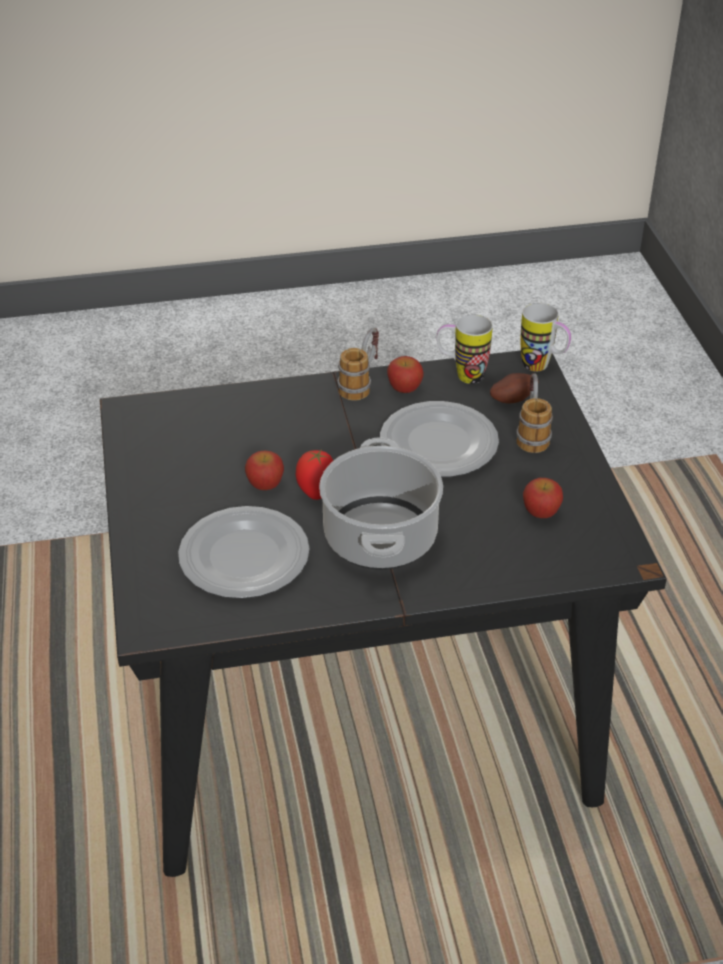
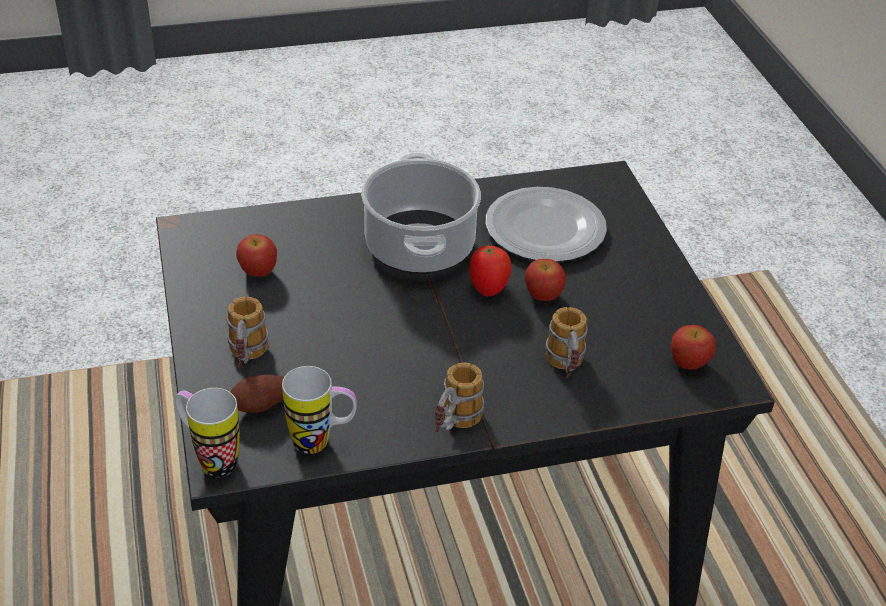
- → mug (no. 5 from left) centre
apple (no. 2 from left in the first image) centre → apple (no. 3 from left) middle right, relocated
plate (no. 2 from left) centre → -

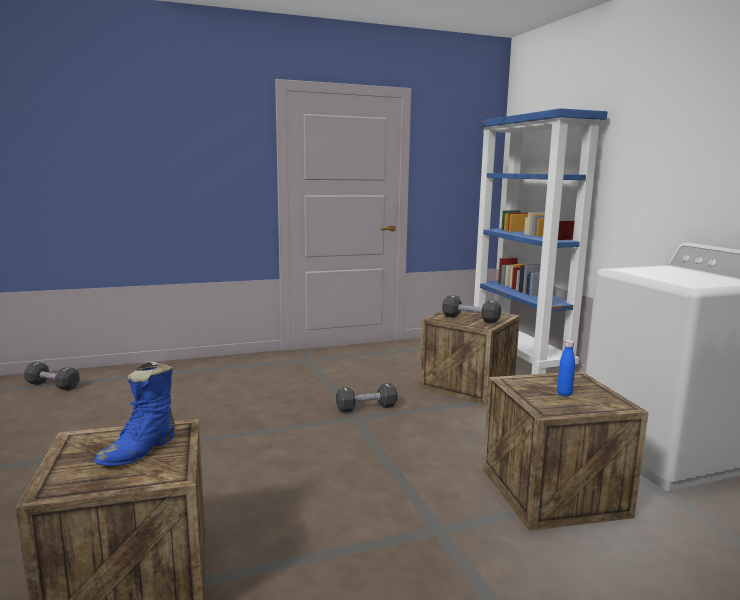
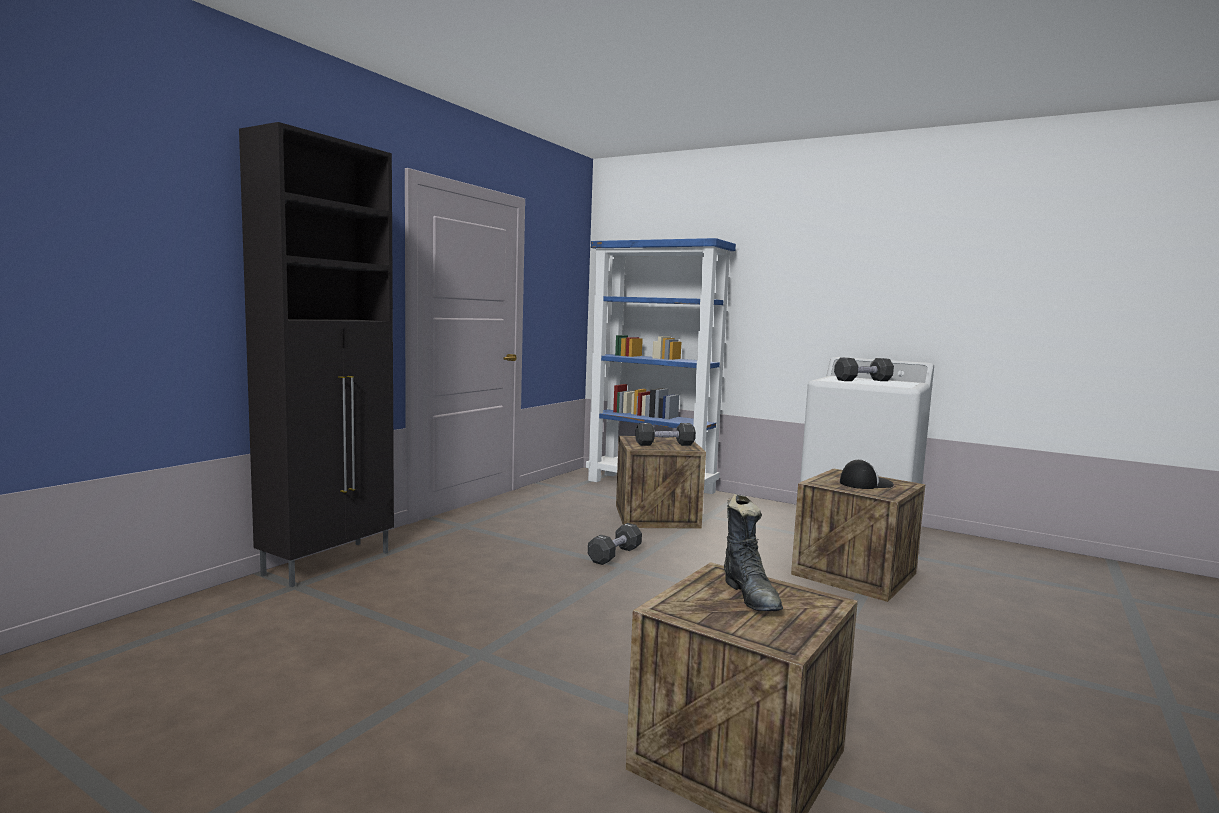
- → cabinet in black middle left
boot in blue bottom left → boot in black bottom centre
dumbbell in black (no. 1 from left in the first image) middle left → dumbbell in black (no. 3 from left) middle right, relocated
bottle in blue middle right → cap middle right

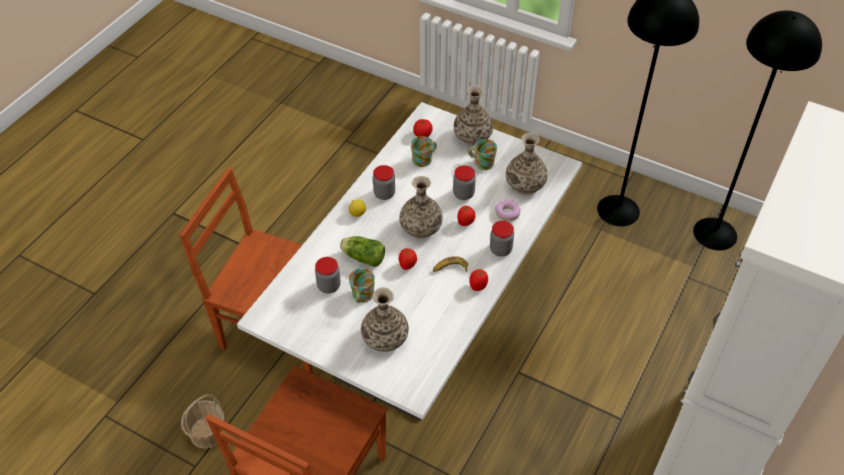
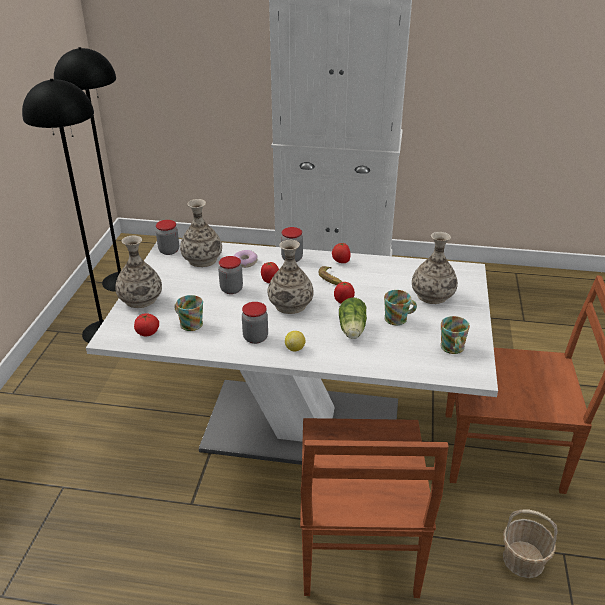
jar (no. 1 from left) centre → jar (no. 1 from left) middle left, relocated
mug (no. 3 from left) top centre → mug (no. 3 from left) middle right, relocated

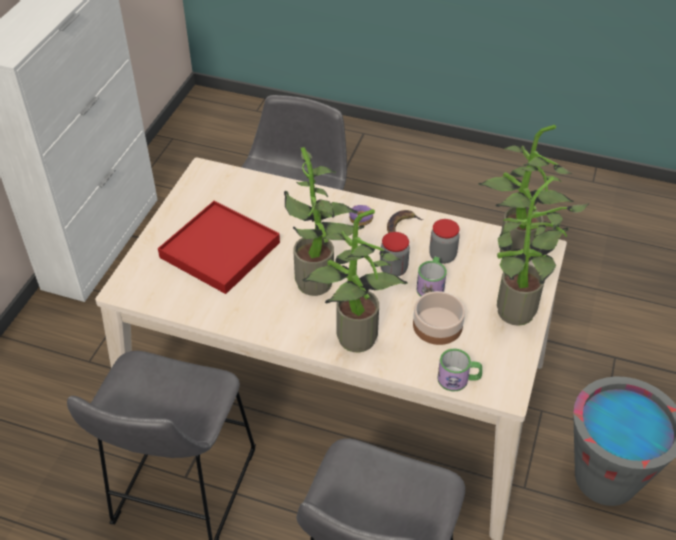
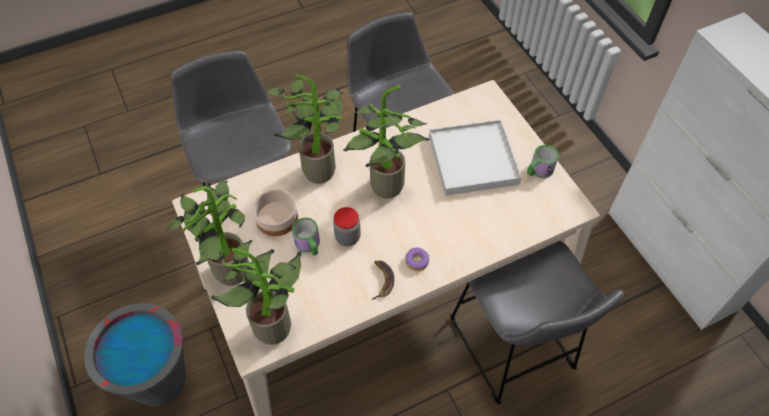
tray in red middle left → tray in white centre
mug (no. 2 from left) bottom right → mug (no. 2 from left) middle right, relocated
jar (no. 2 from left) centre → -

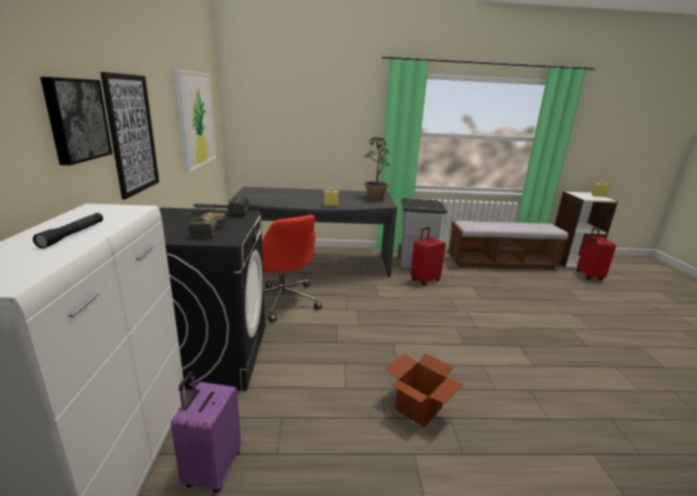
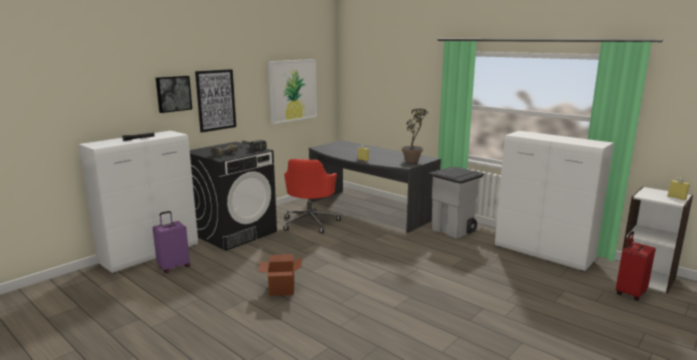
bench middle right → cabinet in white (no. 2 from left) middle right
suitcase in red (no. 1 from left) centre → -

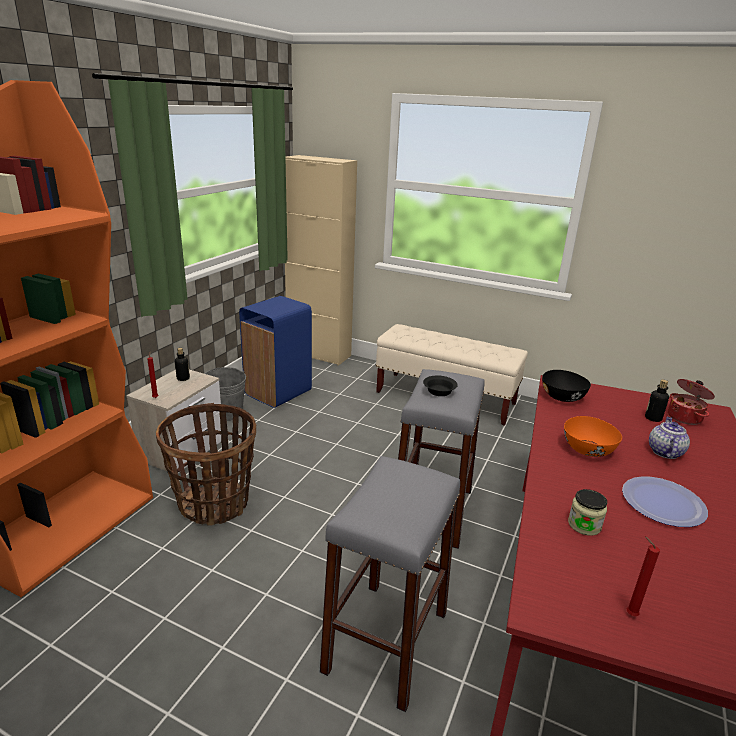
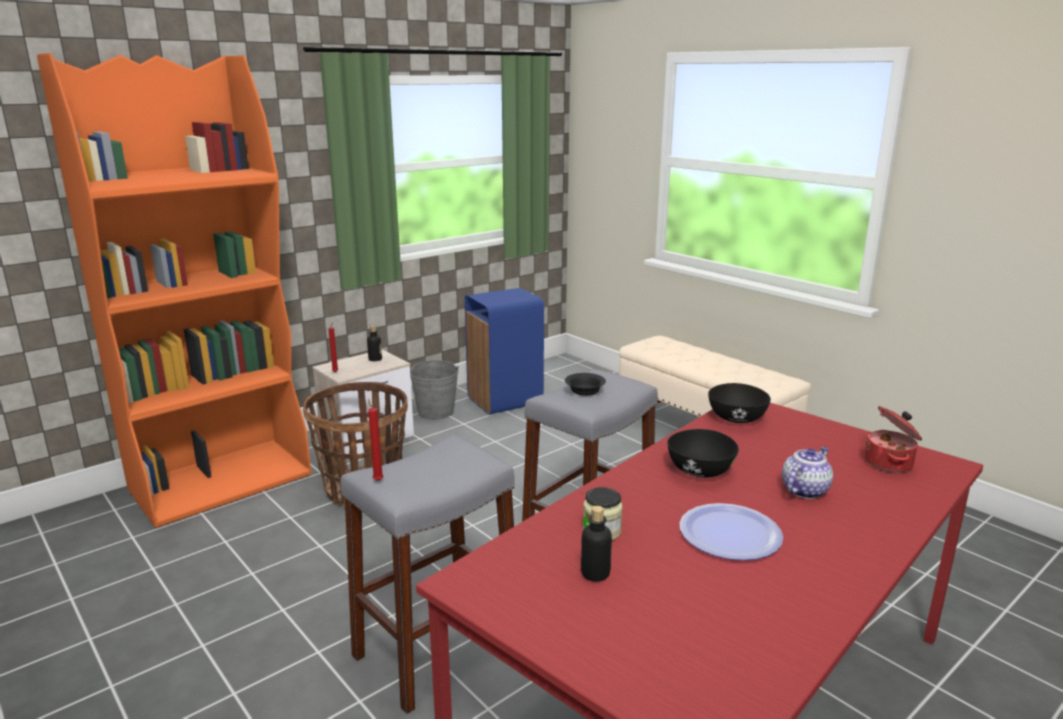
candle in red (no. 2 from left) bottom right → candle in red (no. 2 from left) centre, relocated
bottle (no. 2 from left) middle right → bottle (no. 2 from left) bottom centre, relocated
bowl in orange middle right → bowl in black (no. 2 from left) centre
cabinet in beige centre → -

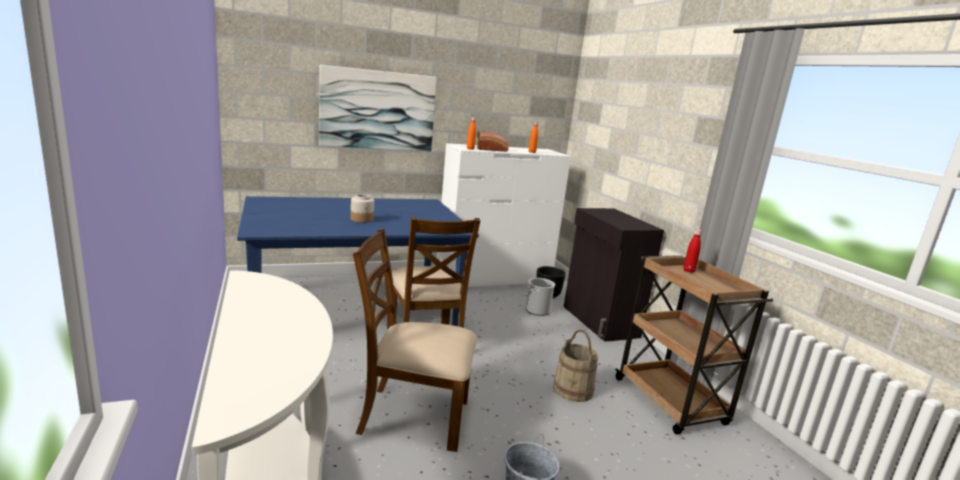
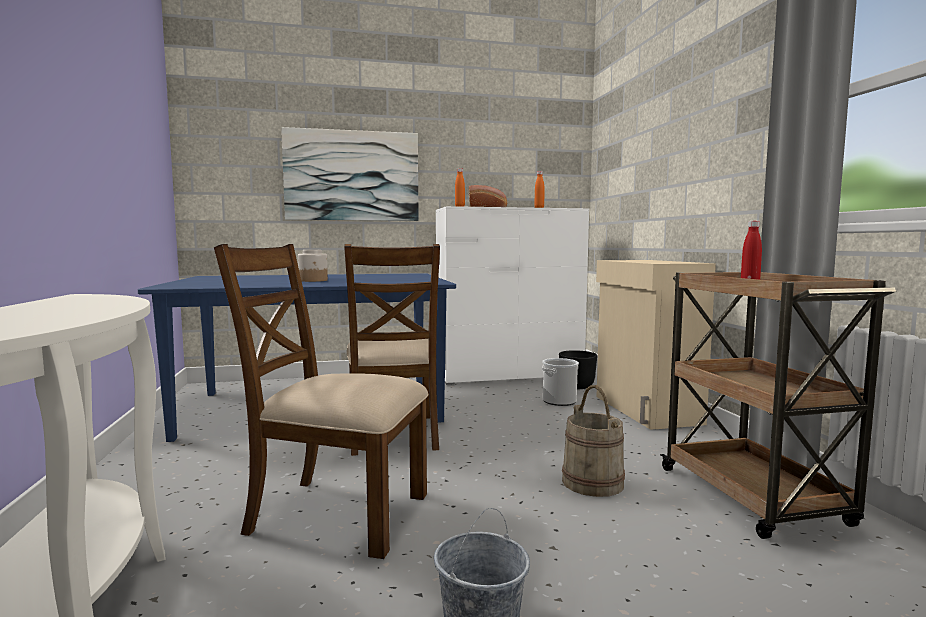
cabinet in black centre → cabinet in beige middle right

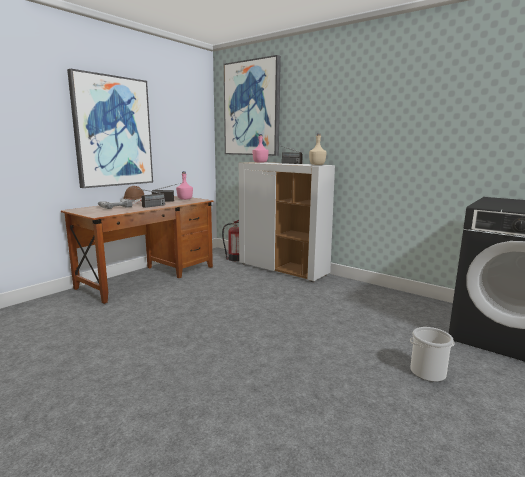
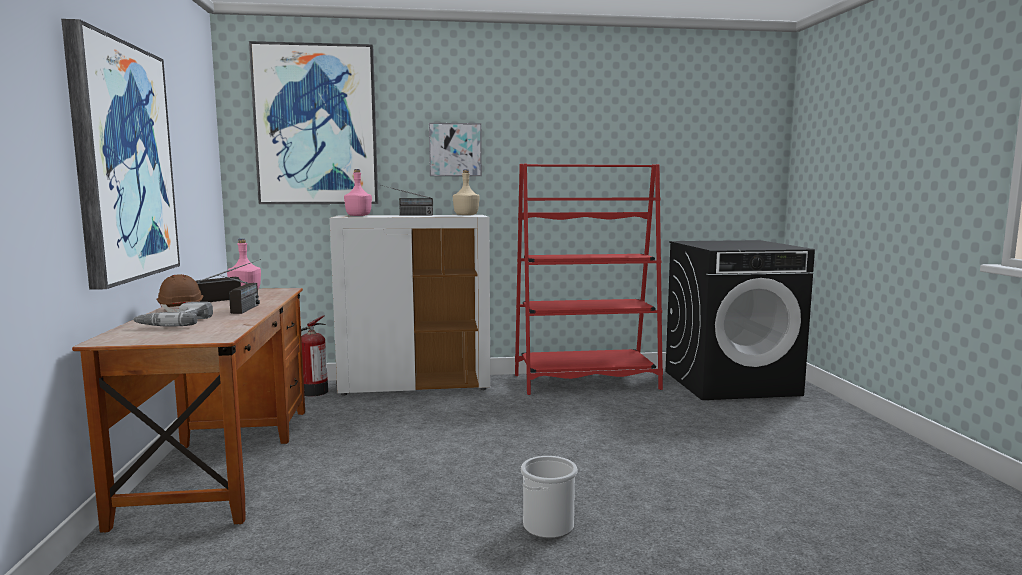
- → picture (no. 3 from left) top centre
- → bookcase in red centre
bucket bottom right → bucket bottom centre, relocated

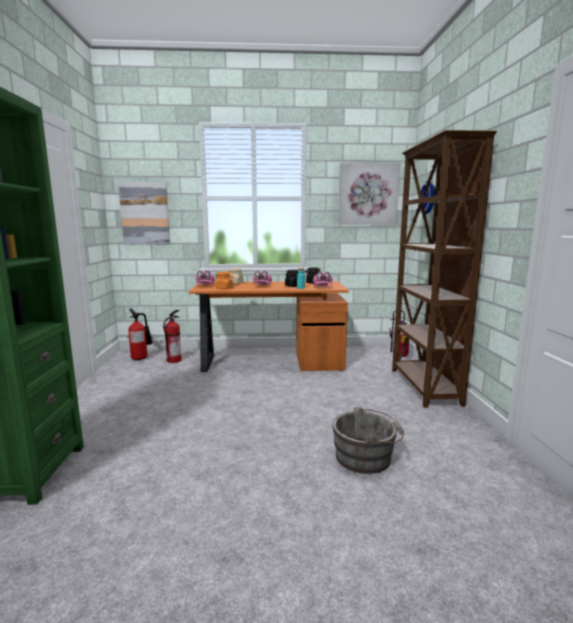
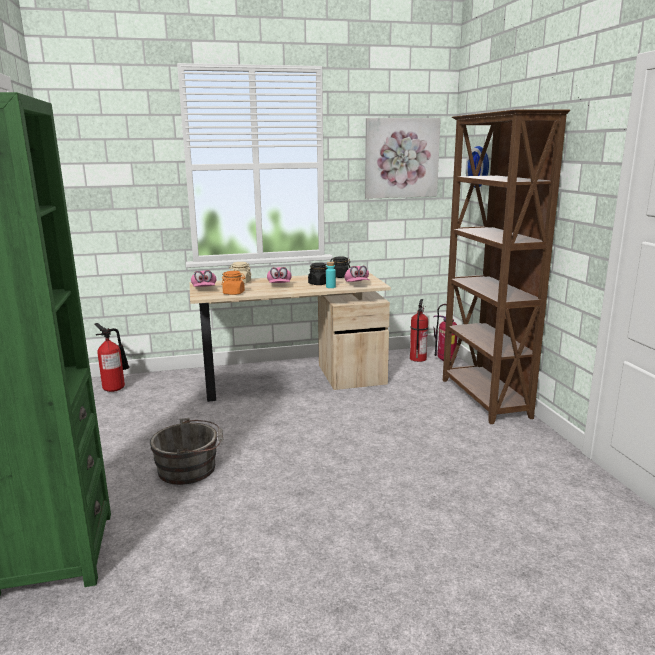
bucket in grey bottom centre → bucket in grey bottom left, relocated
desk in orange centre → desk in beige centre
fire extinguisher (no. 2 from left) middle left → fire extinguisher (no. 2 from left) centre, relocated
picture (no. 1 from left) middle left → -

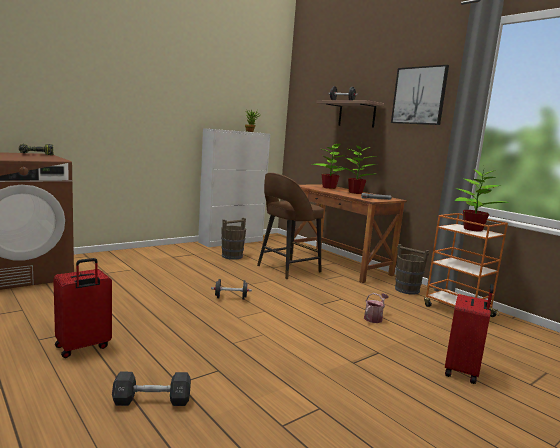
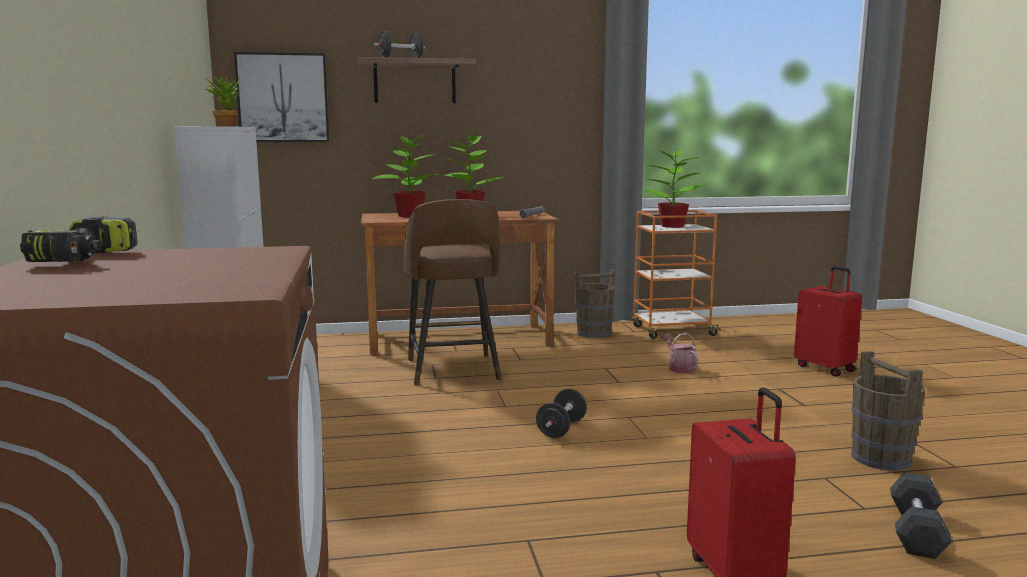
picture top right → picture top left, relocated
bucket in brown (no. 1 from left in the first image) centre → bucket in brown (no. 2 from left) bottom right, relocated

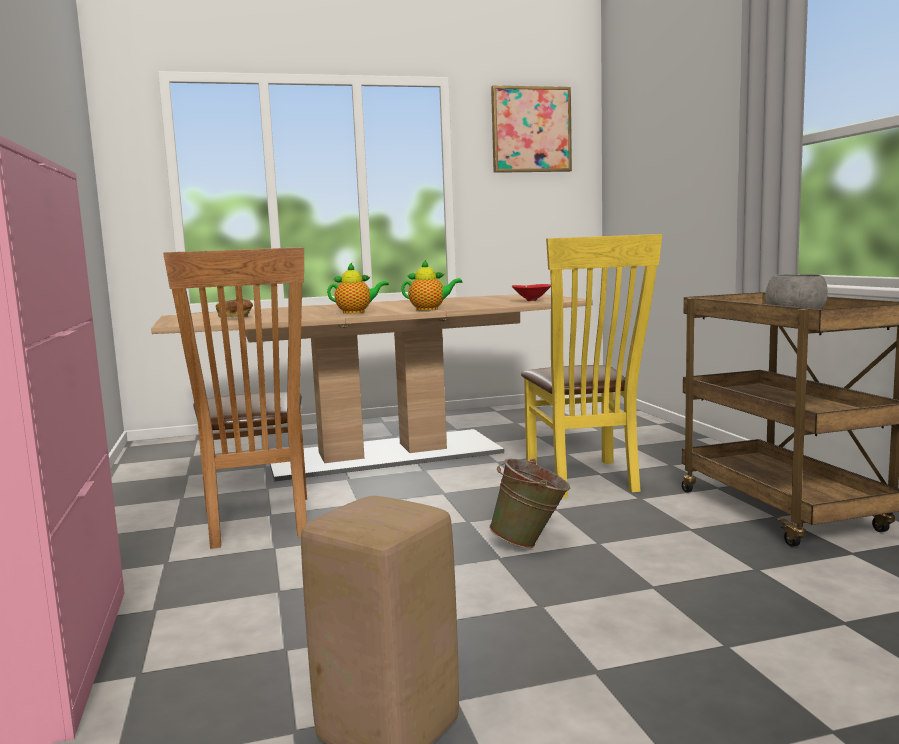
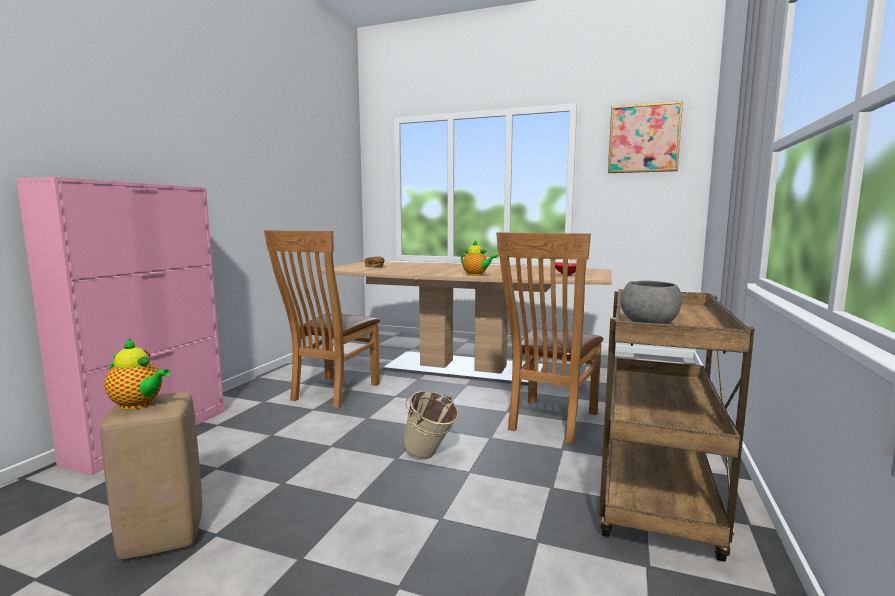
teapot (no. 1 from left) centre → teapot (no. 1 from left) middle left, relocated
bucket in green bottom centre → bucket in beige bottom centre
chair in yellow centre → chair in brown (no. 2 from left) centre

